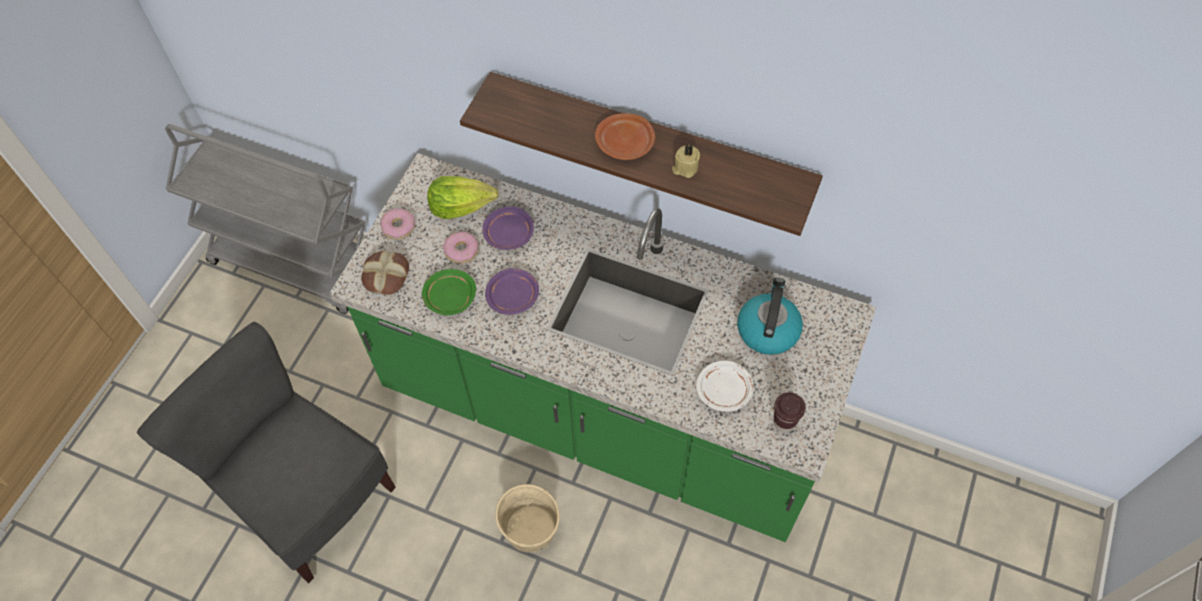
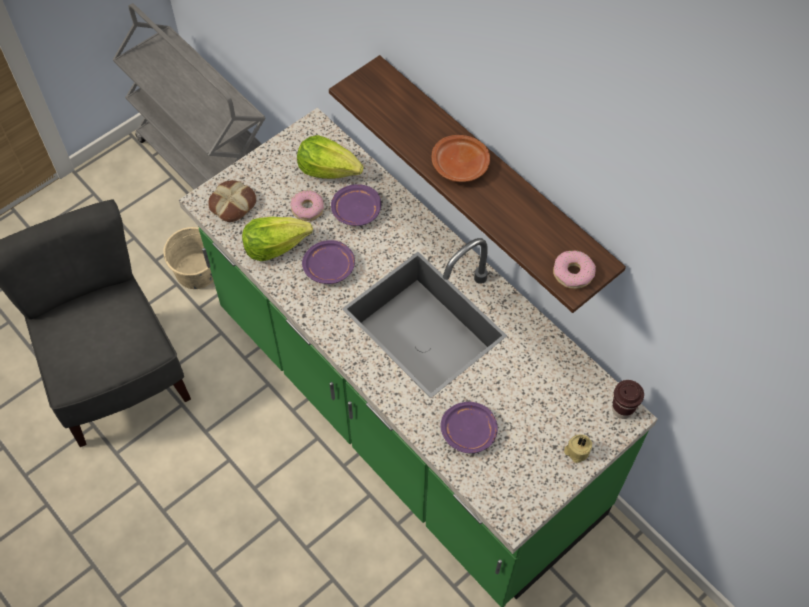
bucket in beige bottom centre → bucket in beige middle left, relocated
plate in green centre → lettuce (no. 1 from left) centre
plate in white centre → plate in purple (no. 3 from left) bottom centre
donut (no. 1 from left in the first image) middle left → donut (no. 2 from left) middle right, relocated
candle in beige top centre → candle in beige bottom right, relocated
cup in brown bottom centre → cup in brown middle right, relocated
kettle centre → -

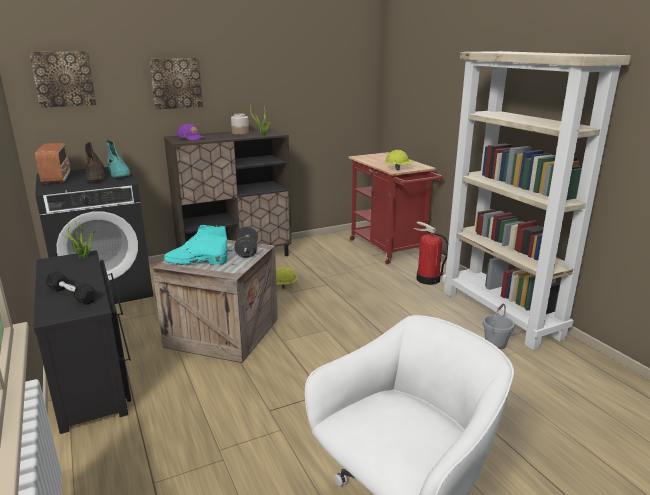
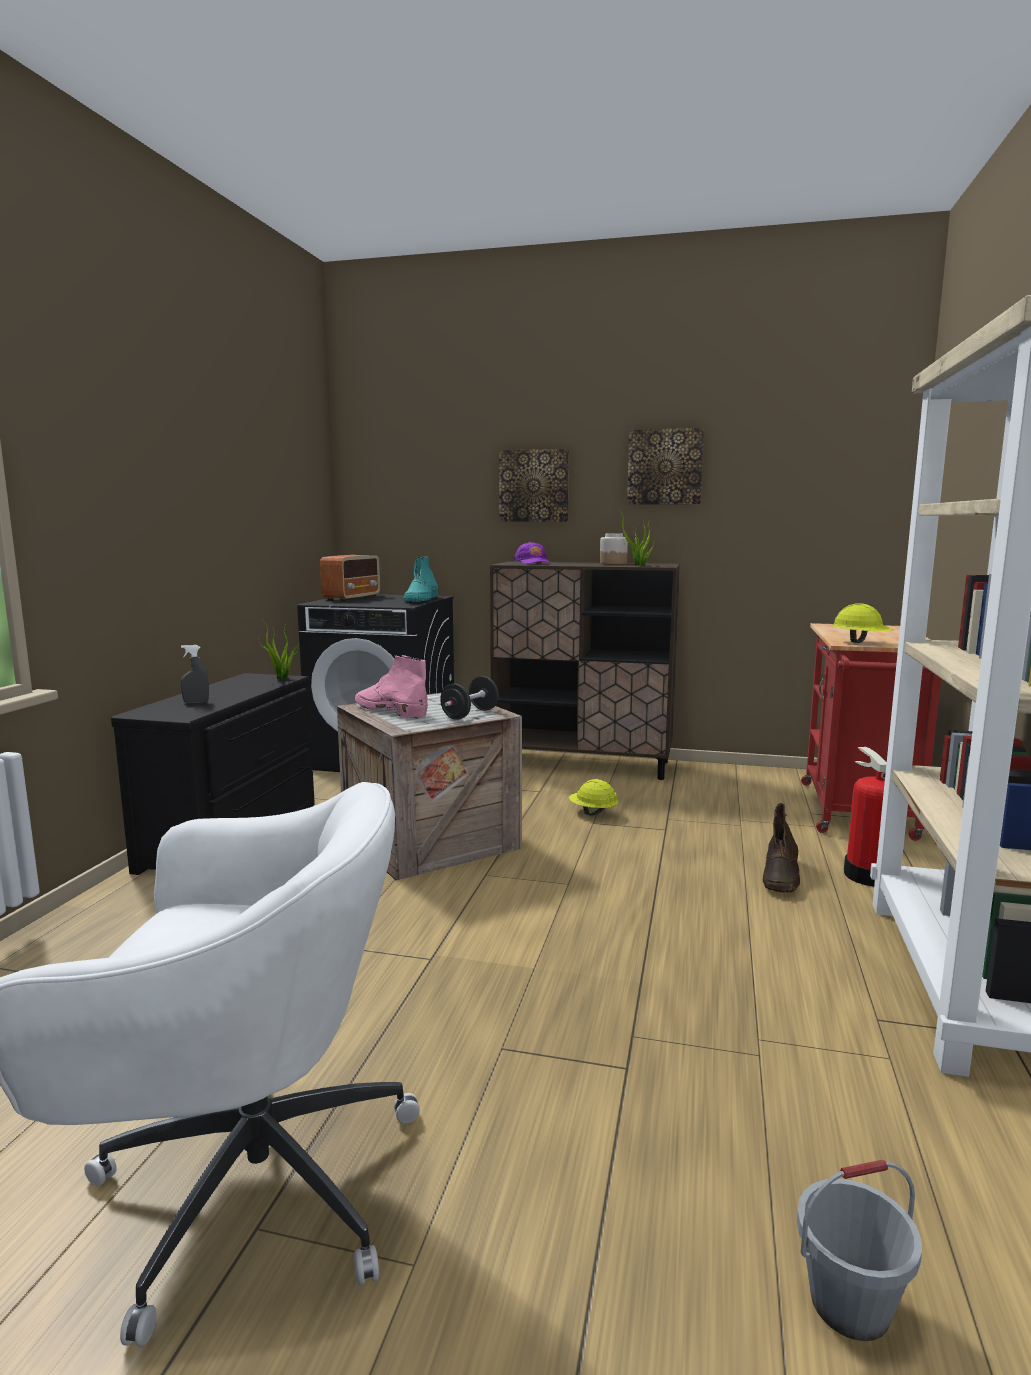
dumbbell in black (no. 1 from left) middle left → spray bottle in grey middle left
boot in turquoise (no. 2 from left) middle left → boot in pink centre
picture (no. 1 from left in the first image) top left → picture (no. 2 from left) centre, relocated
boot in brown top left → boot in brown middle right, relocated
bucket in grey middle right → bucket in grey bottom right, relocated

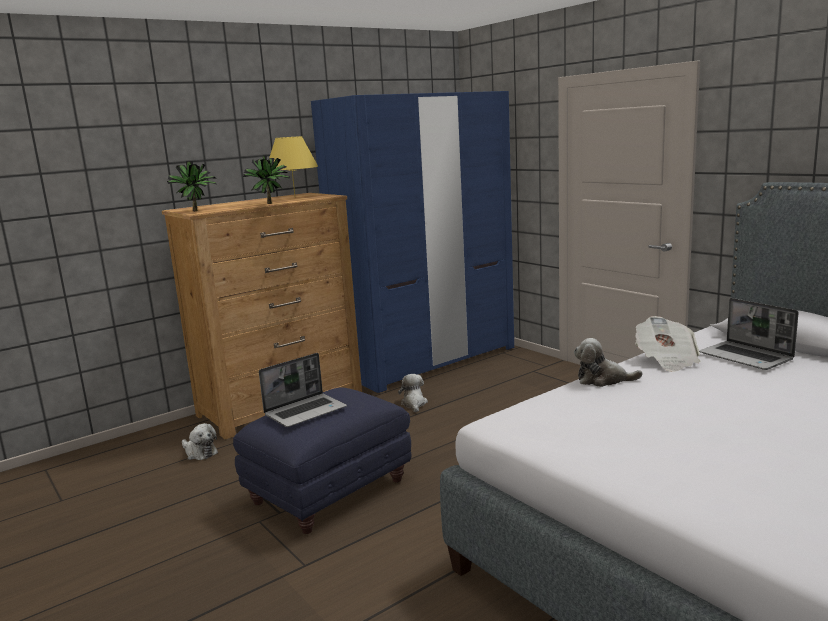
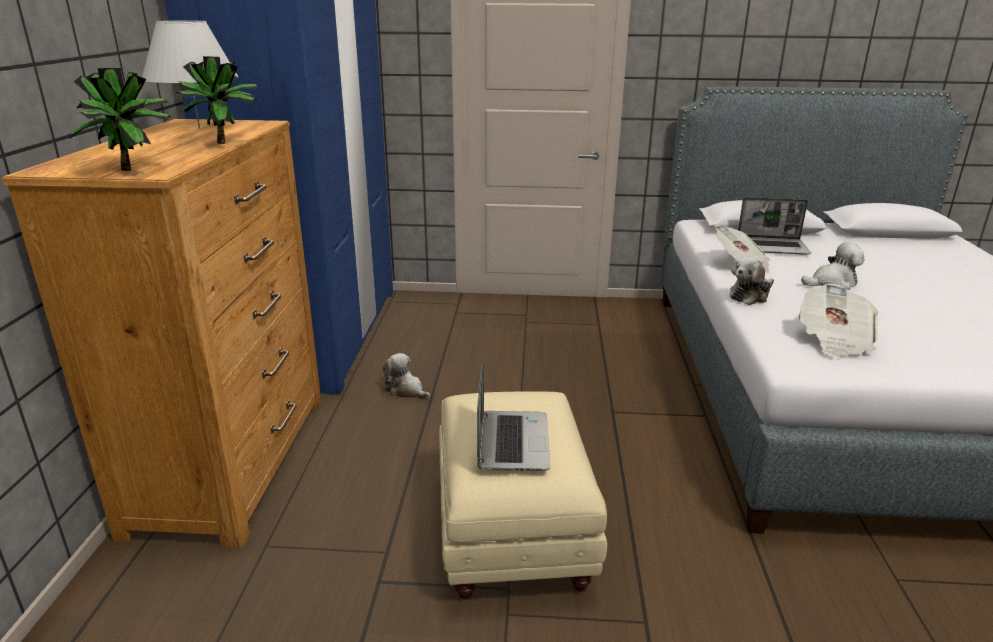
table lamp in yellow top centre → table lamp in white top left
ottoman in blue bottom centre → ottoman in beige bottom centre
- → newspaper (no. 2 from left) middle right
plush toy (no. 1 from left in the first image) bottom left → plush toy (no. 3 from left) middle right, relocated

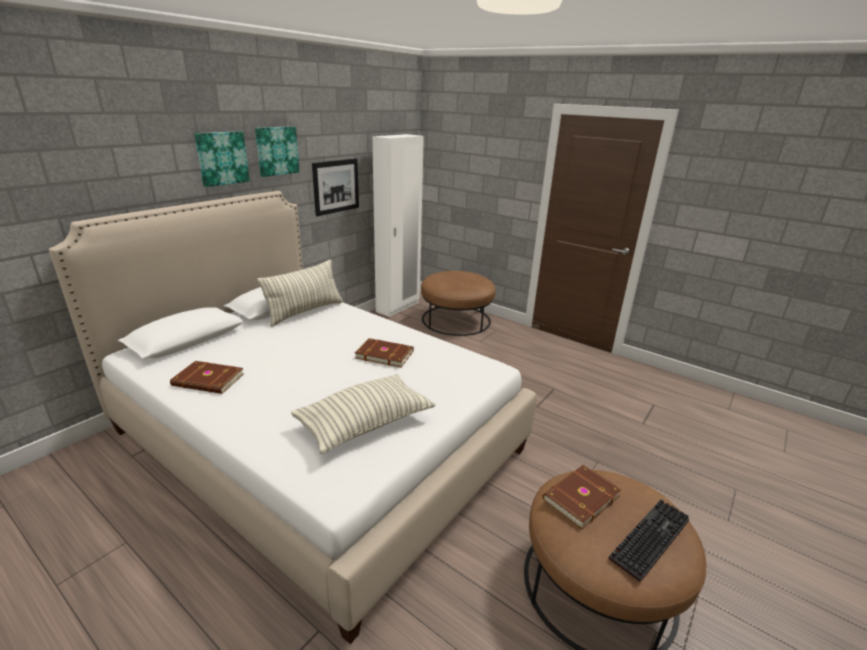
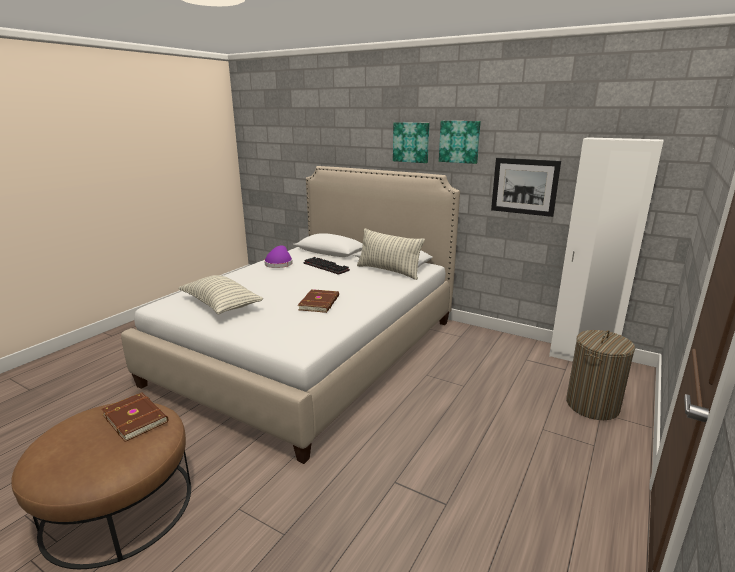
book in brown (no. 1 from left) middle left → hat in purple centre
keyboard bottom right → keyboard centre, relocated
ottoman in brown (no. 1 from left) centre → laundry basket middle right

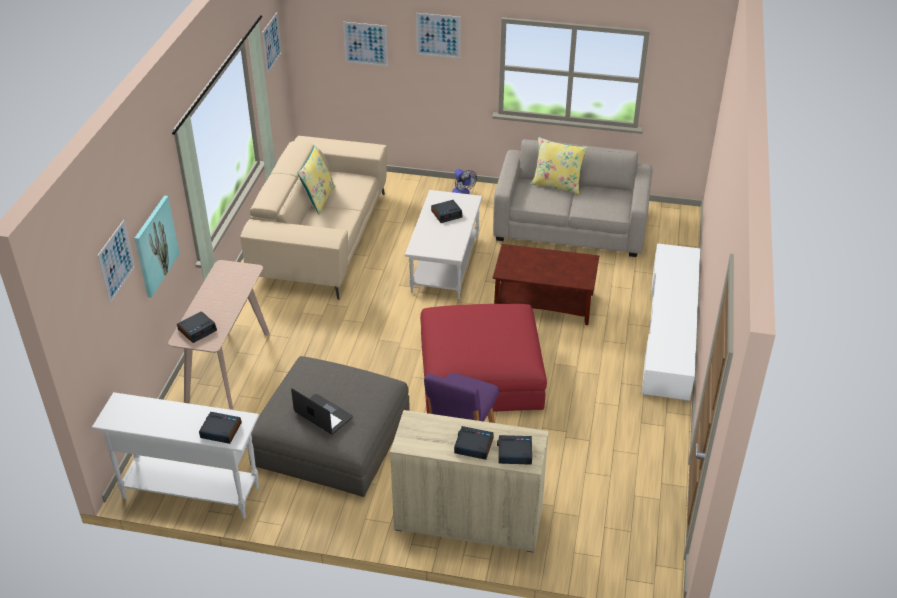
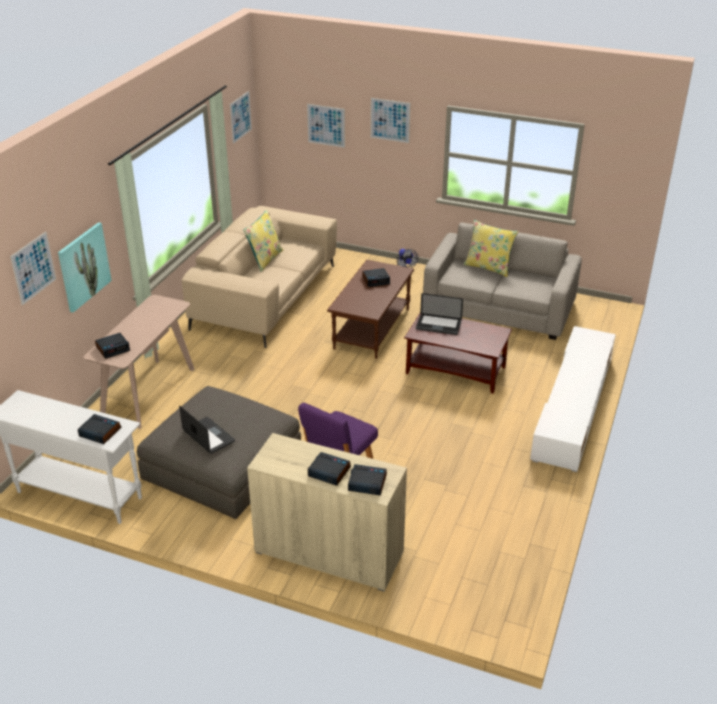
coffee table in white centre → coffee table in brown (no. 1 from left) centre
- → laptop (no. 2 from left) centre
ottoman in red centre → -

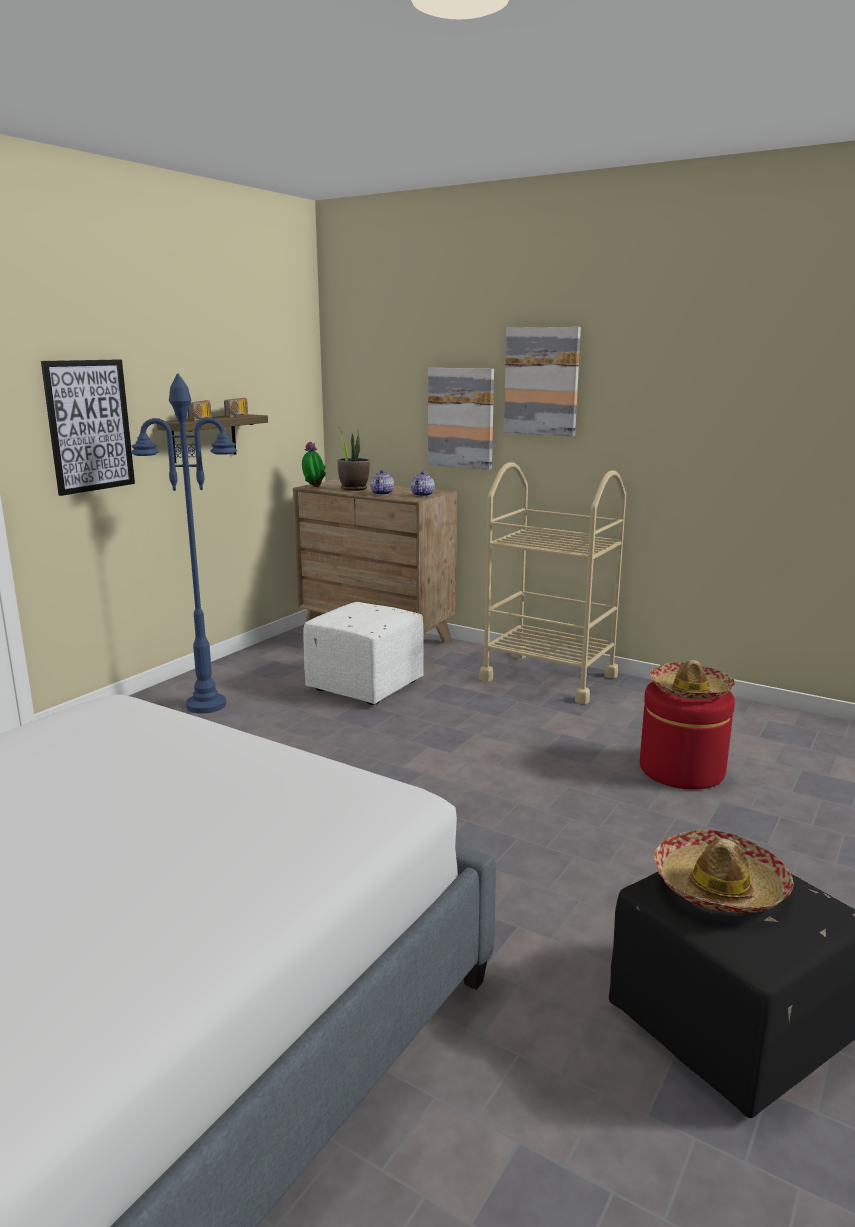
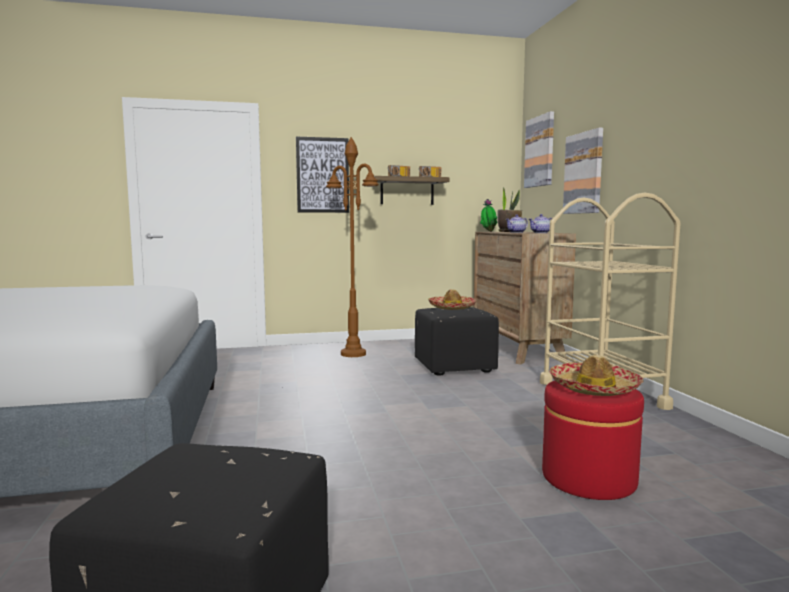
floor lamp in blue middle left → floor lamp in brown centre
ottoman in white centre → ottoman in black (no. 2 from left) centre
hat (no. 2 from left in the first image) bottom right → hat (no. 1 from left) centre, relocated
picture (no. 3 from left in the first image) top centre → picture (no. 2 from left) top right, relocated

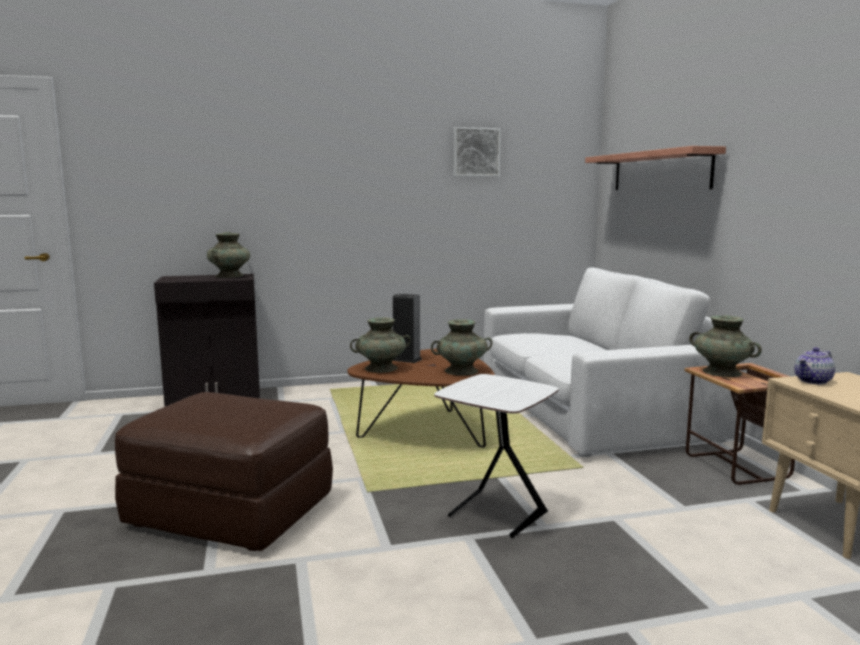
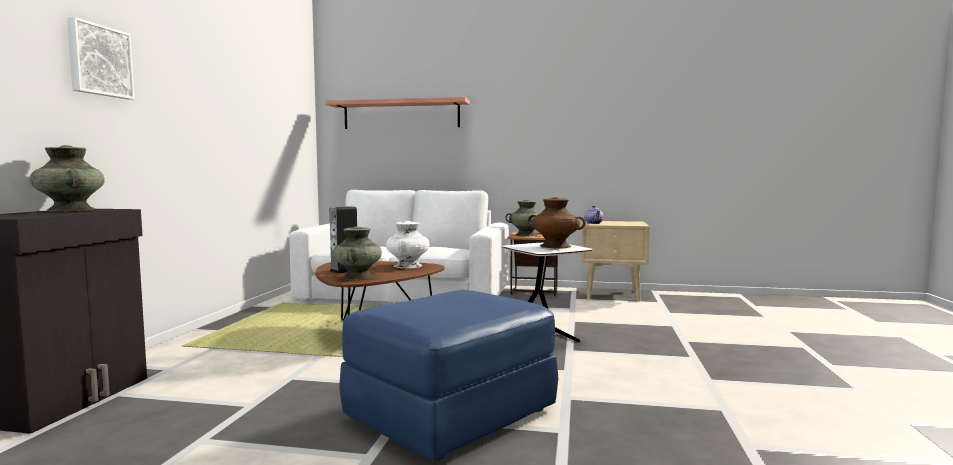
picture top centre → picture top left, relocated
ottoman in brown bottom left → ottoman in blue bottom centre
vase in turquoise (no. 3 from left) centre → vase in white centre
- → vase in brown centre

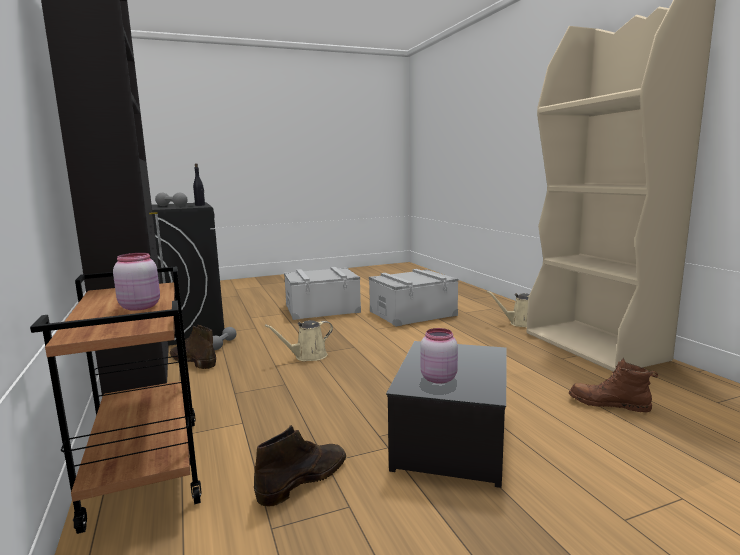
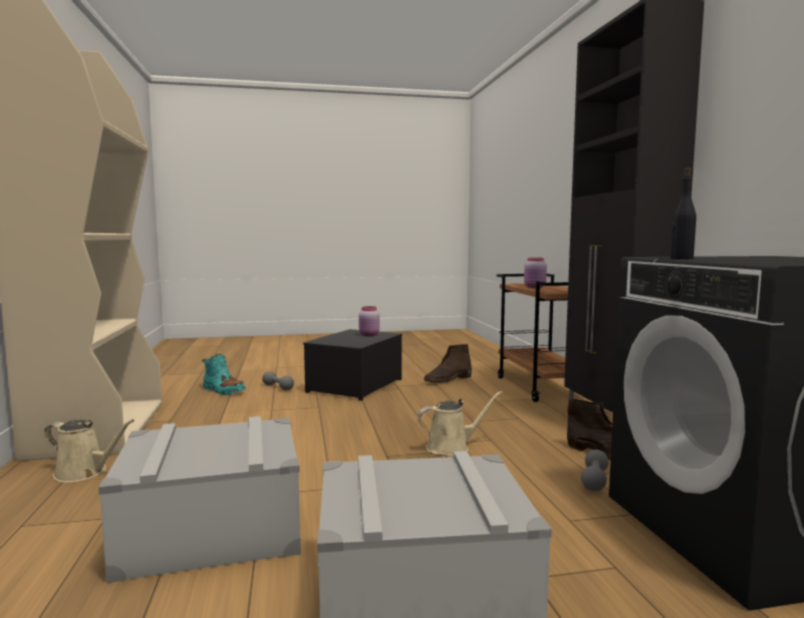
boot in brown (no. 3 from left) bottom right → boot in turquoise middle left
dumbbell in grey (no. 1 from left) middle left → dumbbell in grey (no. 1 from left) centre, relocated

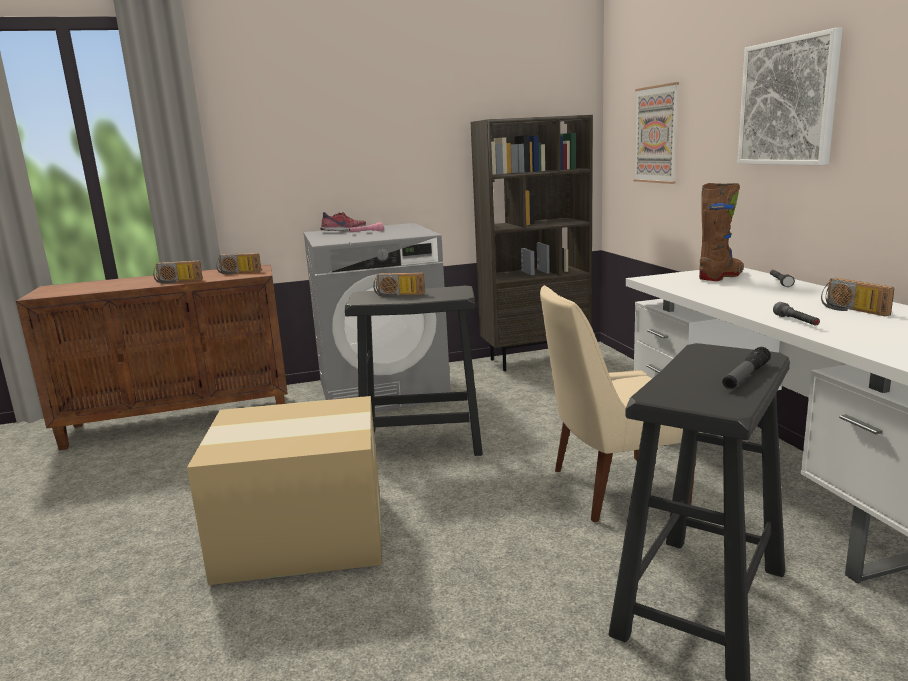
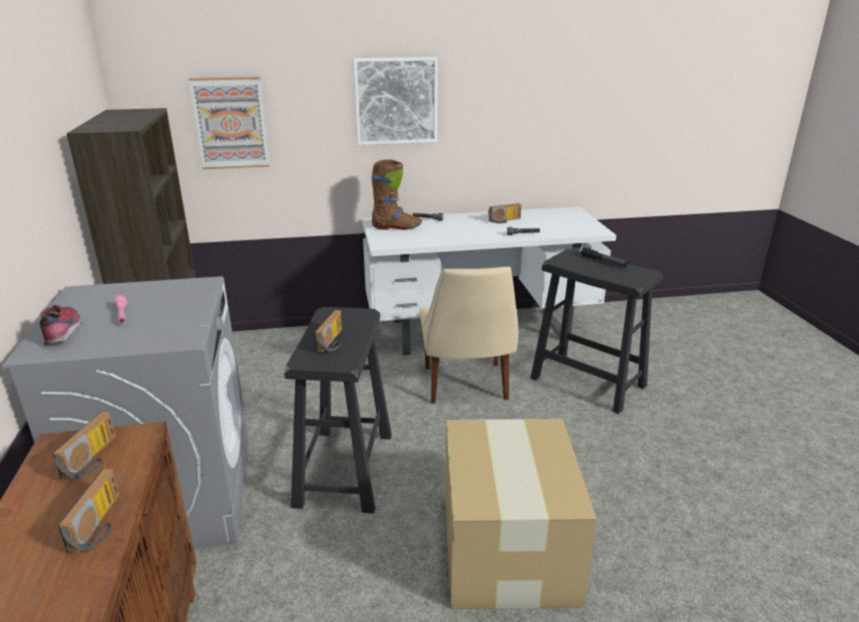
boot in brown middle right → boot in brown top centre, 120 degrees clockwise

